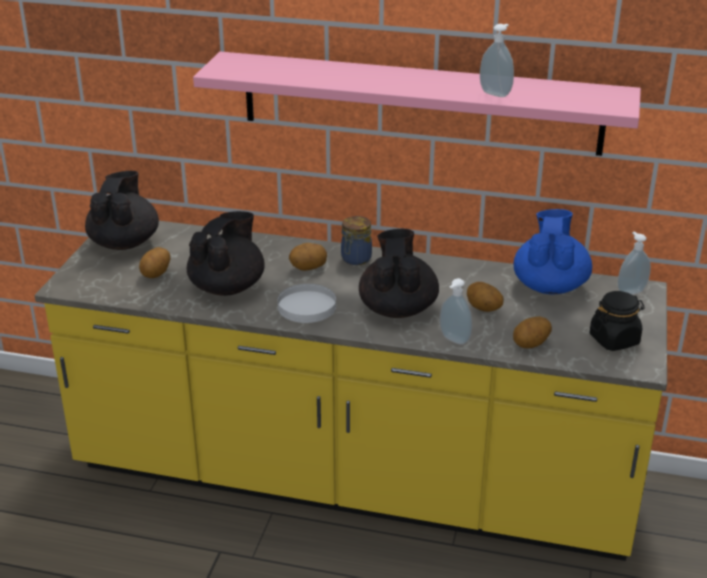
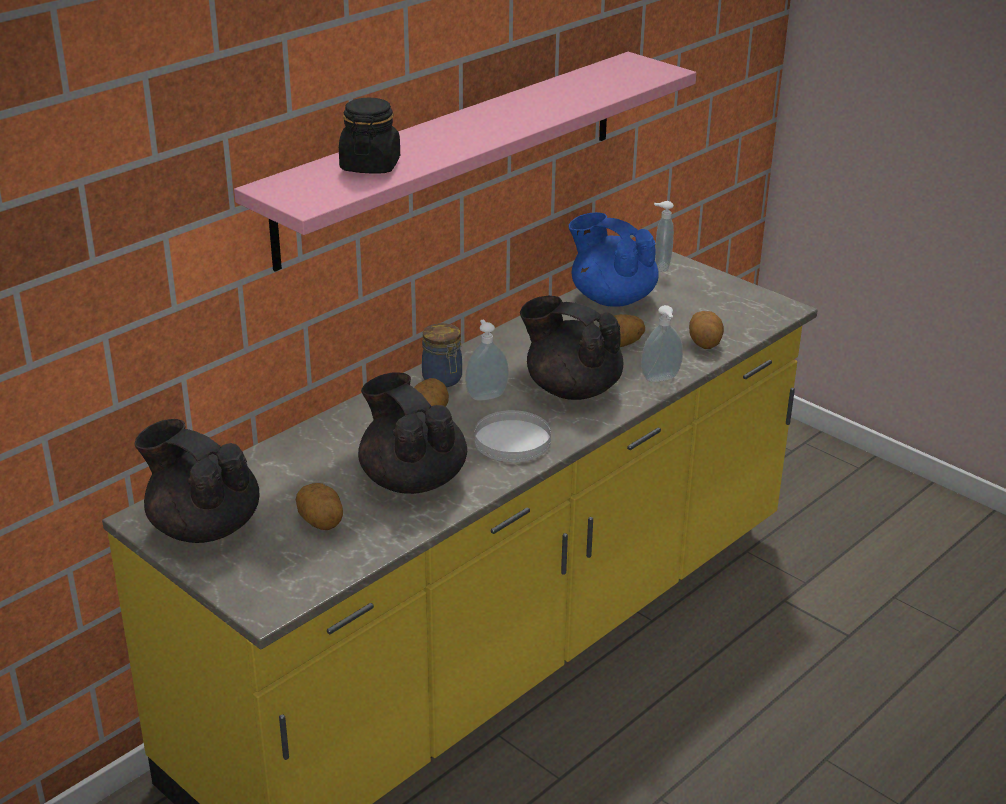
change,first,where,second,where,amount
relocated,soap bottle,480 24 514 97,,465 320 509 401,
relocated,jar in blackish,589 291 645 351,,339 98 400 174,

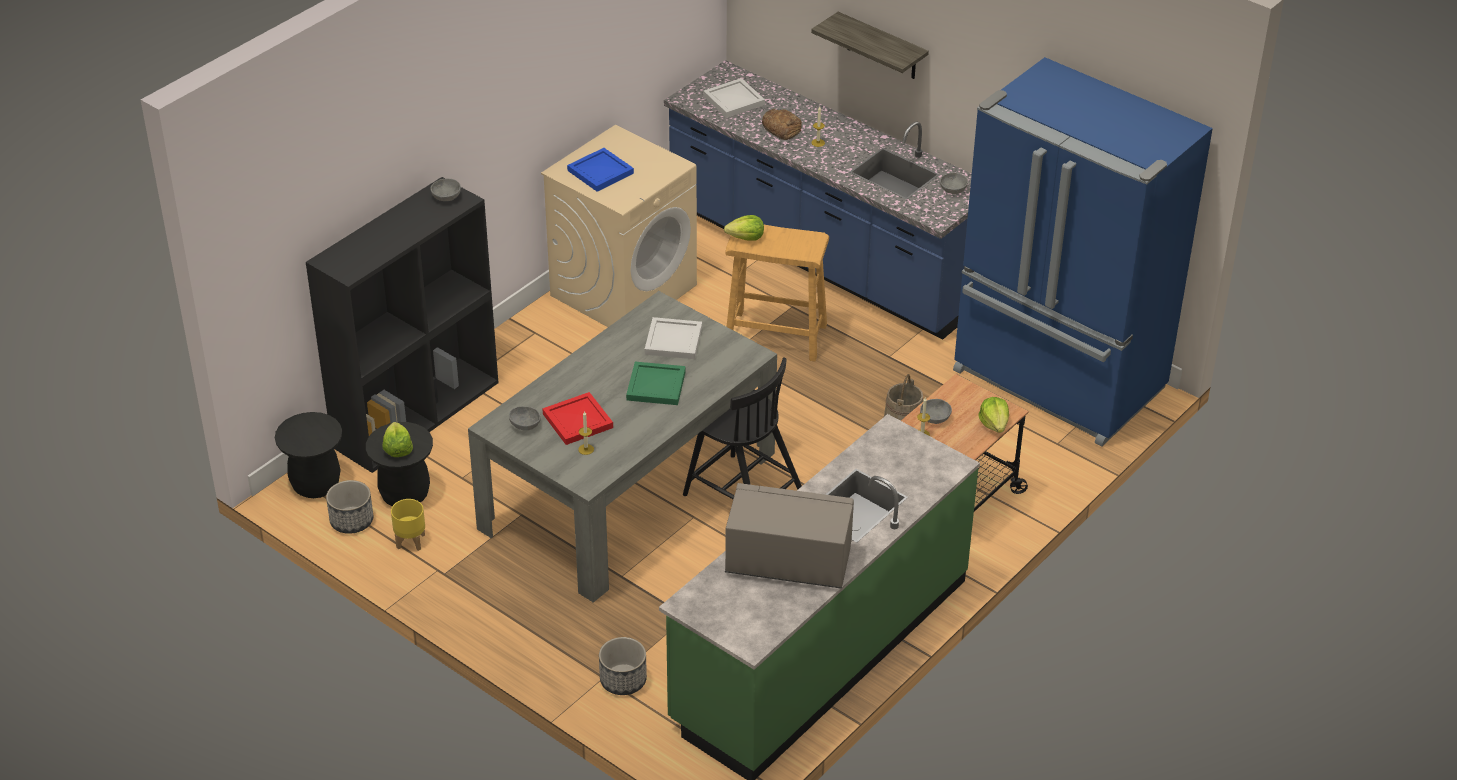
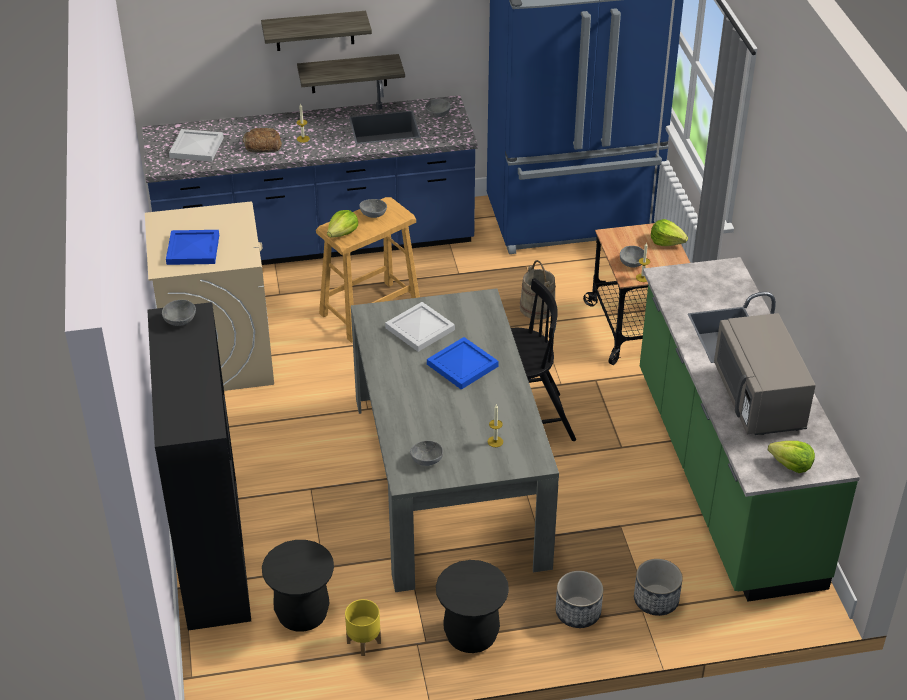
change,first,where,second,where,amount
colour,serving tray in green,626 362 686 405,serving tray in bluish,427 337 499 390,
missing,serving tray in red,542 392 613 445,,,
relocated,stool seat in blackish,275 412 342 498,,436 560 509 653,
relocated,lettuce,382 422 413 457,,768 441 815 473,
relocated,plant pot,326 480 373 534,,556 571 603 628,
spun,microwave oven in greyish,725 483 854 589,,714 313 816 435,60 degrees counterclockwise
appeared,,,wall shelf,297 54 405 93,
appeared,,,deep dish in greyish,359 199 387 218,

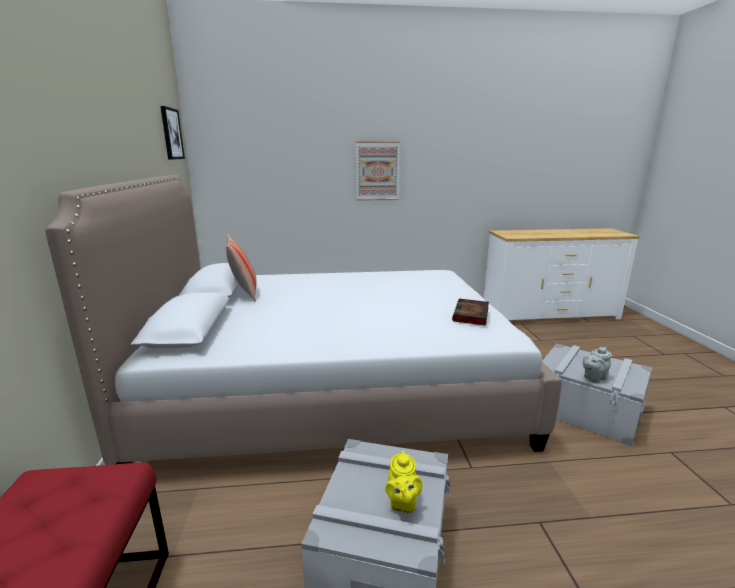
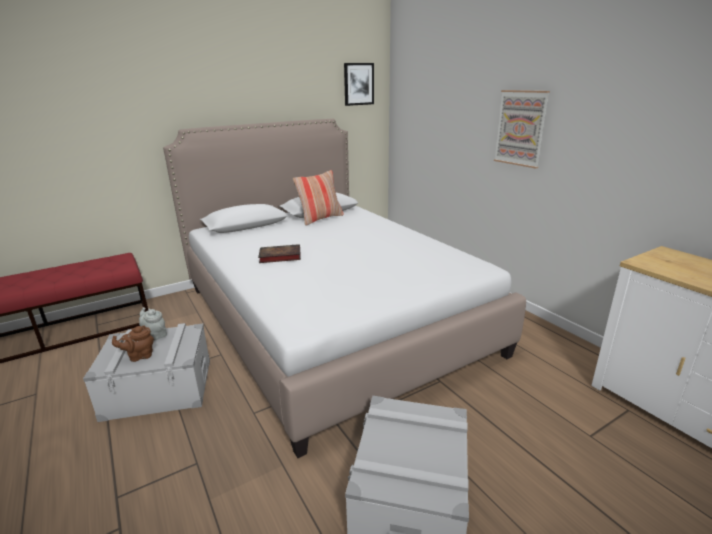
change,first,where,second,where,amount
relocated,volume,452 299 489 326,,258 244 301 263,
relocated,teapot in greyish,583 347 612 383,,139 307 167 341,
colour,teapot in yellow-coloured,385 451 422 513,teapot in brown-coloured,112 326 154 362,

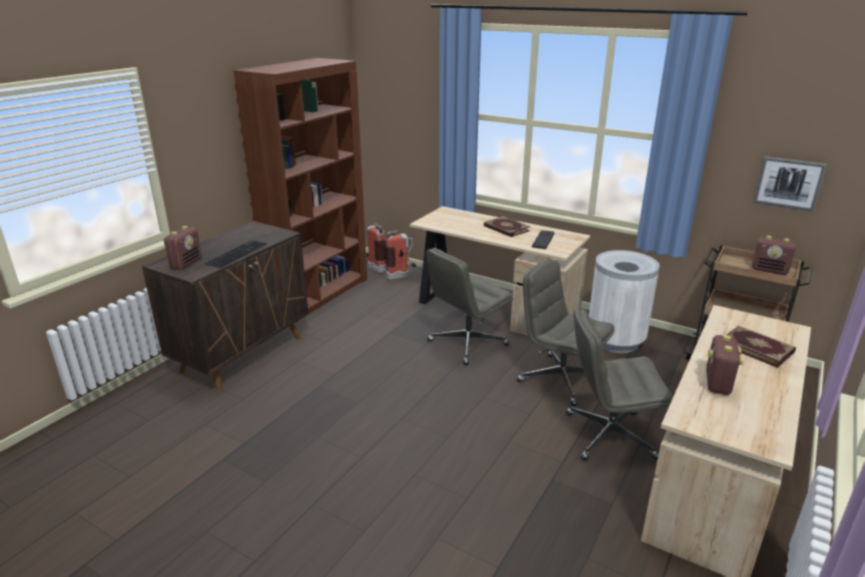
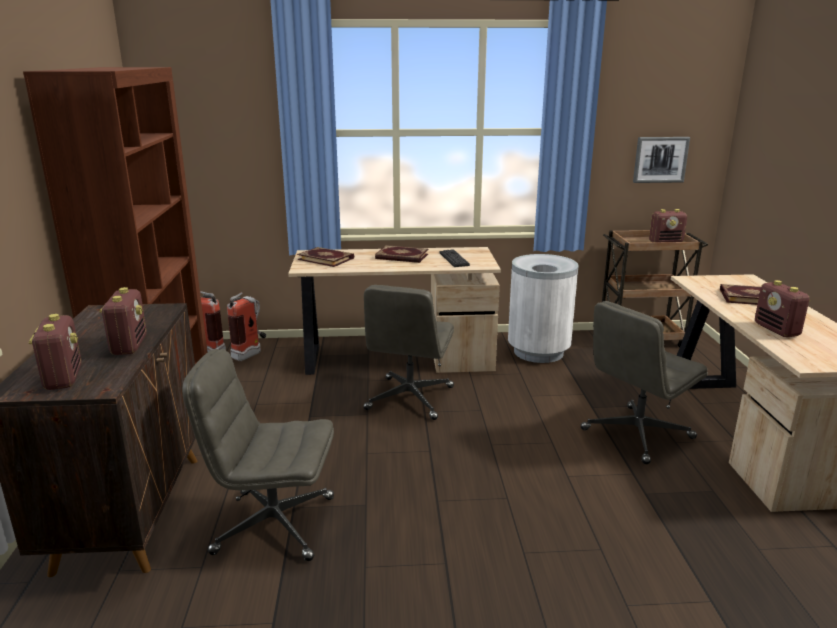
change,first,where,second,where,amount
exchanged,keyboard,205 240 267 268,radio set,99 287 147 355,
relocated,computer chair in greyish,517 259 615 406,,182 349 334 561,
appeared,,,volume,297 247 354 267,

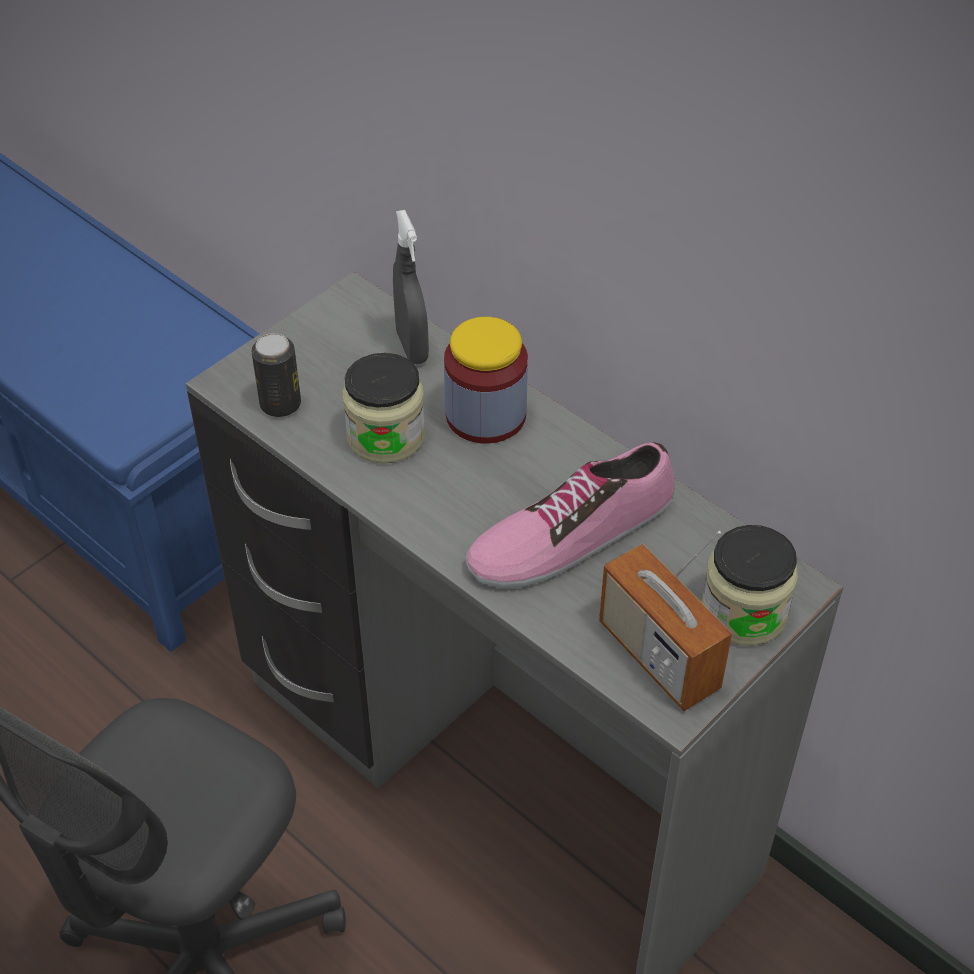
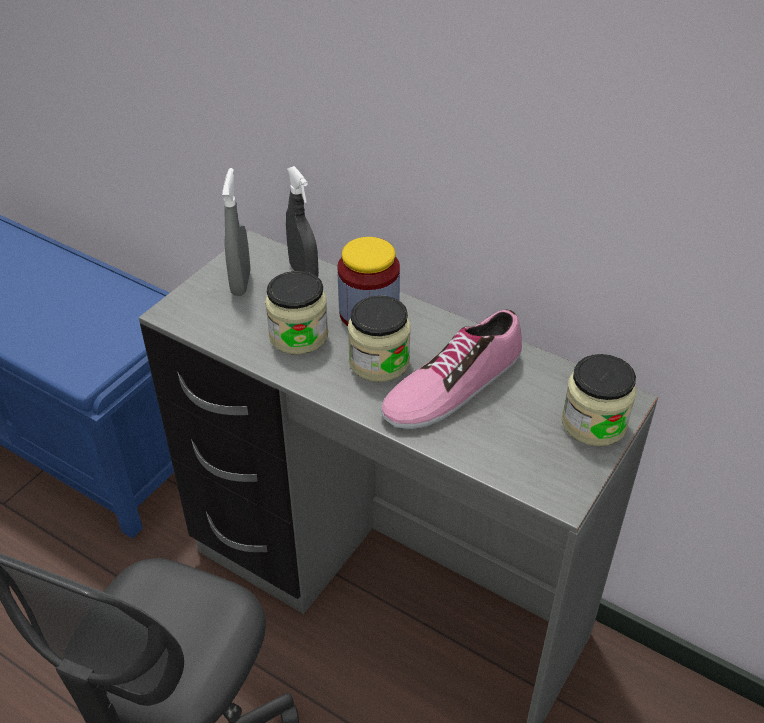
change,first,where,second,where,amount
missing,can,251 333 301 417,,,
missing,radio set,599 531 732 711,,,
appeared,,,spray bottle in greyish,222 168 251 296,
appeared,,,jar,348 295 411 382,

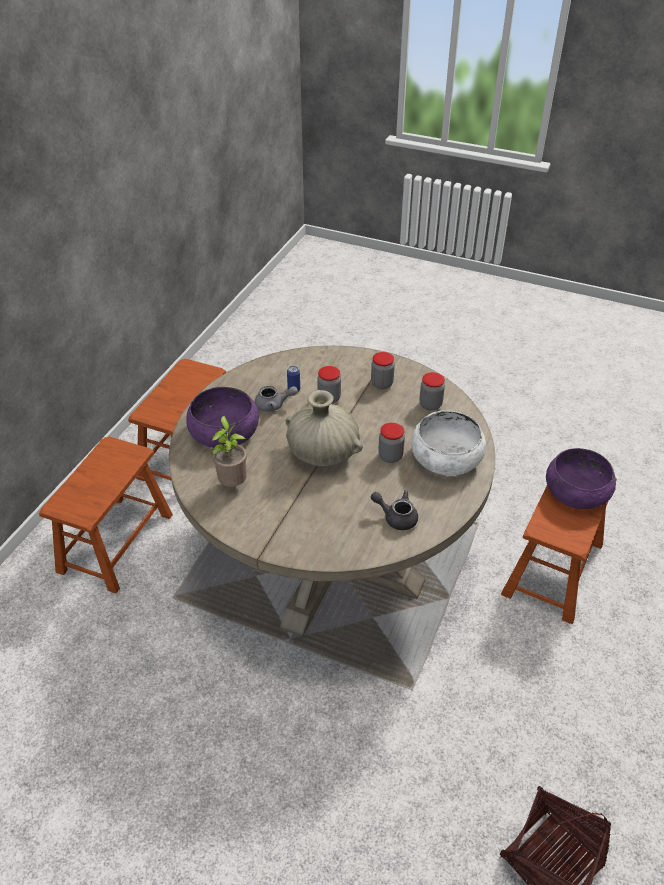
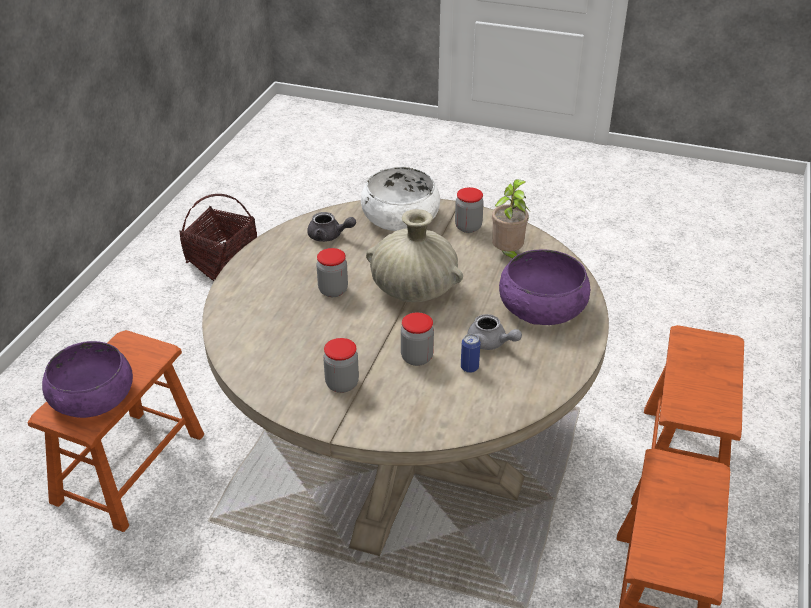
change,first,where,second,where,amount
relocated,jar,420 372 445 411,,455 187 484 233,
spun,teapot in greyish,255 386 298 412,,467 314 522 350,135 degrees counterclockwise
relocated,deep dish in whitish,411 410 486 476,,361 167 440 231,

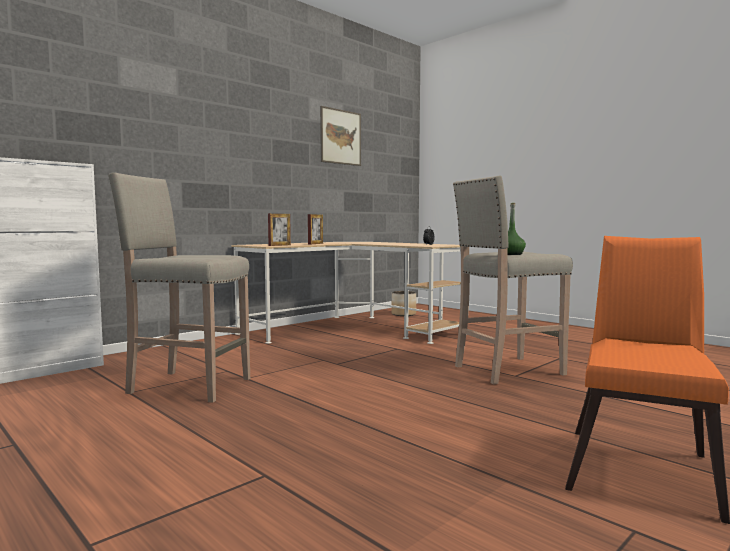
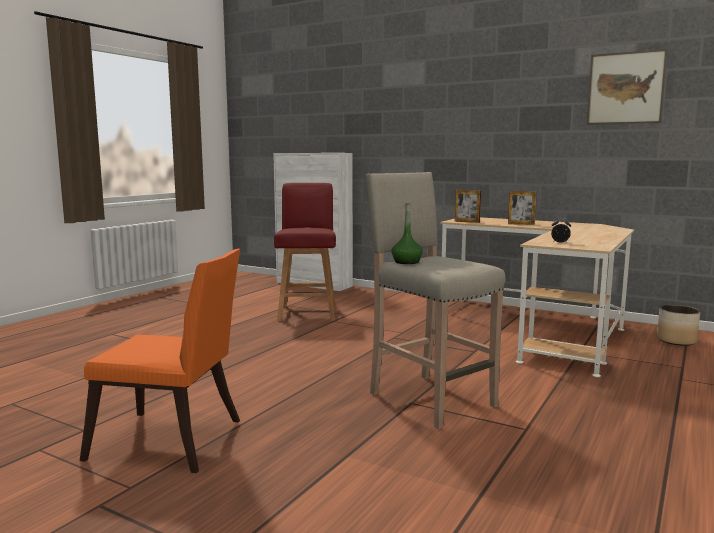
change,first,where,second,where,amount
exchanged,stool seat in sand-coloured,108 172 250 403,plain chair in red,274 183 336 321,

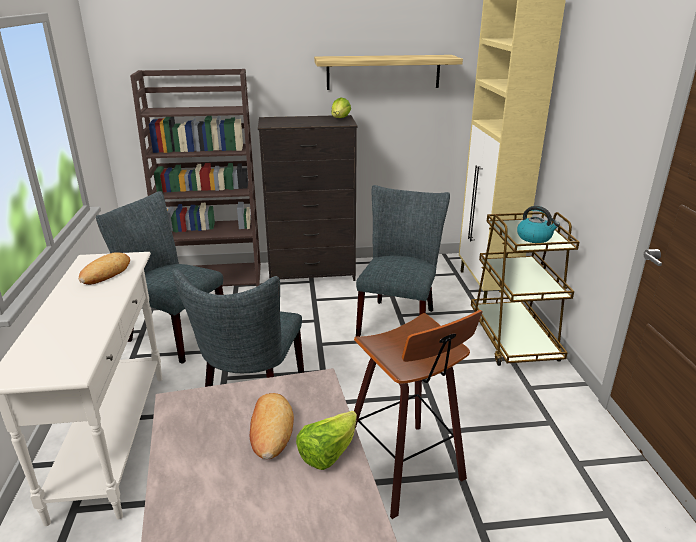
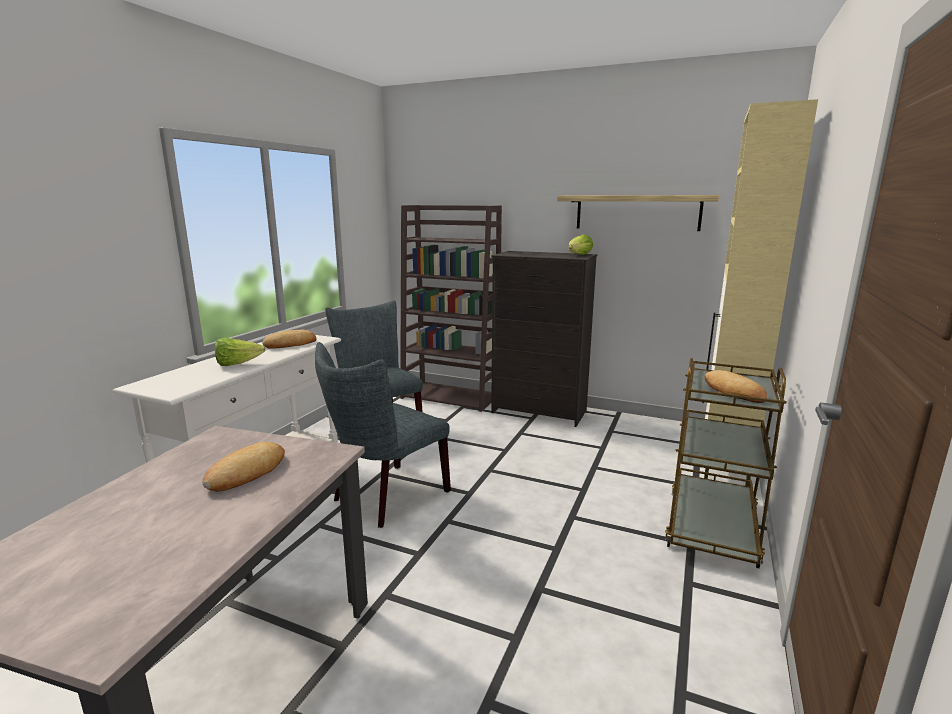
change,first,where,second,where,amount
missing,plain chair in greyish,356 185 450 337,,,
exchanged,tea kettle,517 206 560 243,baked bread,705 370 767 403,
missing,stool seat,354 310 483 519,,,
relocated,lettuce,296 411 357 470,,215 338 266 366,

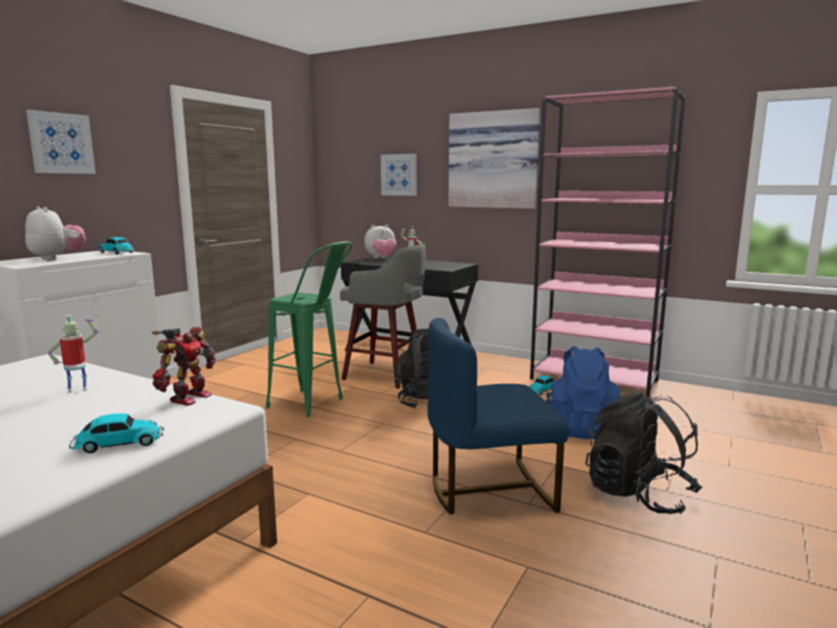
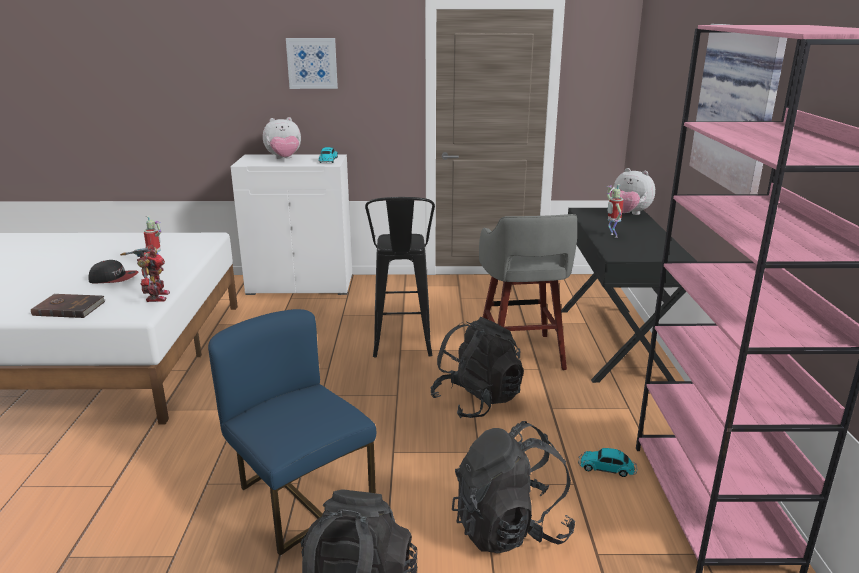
change,first,where,second,where,amount
missing,wall art,381 154 417 196,,,
spun,plush toy,25 206 86 260,,263 117 301 159,60 degrees clockwise
colour,stool seat in green,266 241 352 418,stool seat in blackish,365 197 435 358,
spun,model robot,152 327 216 406,,120 244 170 302,90 degrees counterclockwise
colour,rucksack in bluish,546 346 620 439,rucksack in blackish,452 421 575 553,
exchanged,model car,69 413 164 453,volume in brown-coloured,31 294 105 318,
appeared,,,cap,88 260 139 283,

